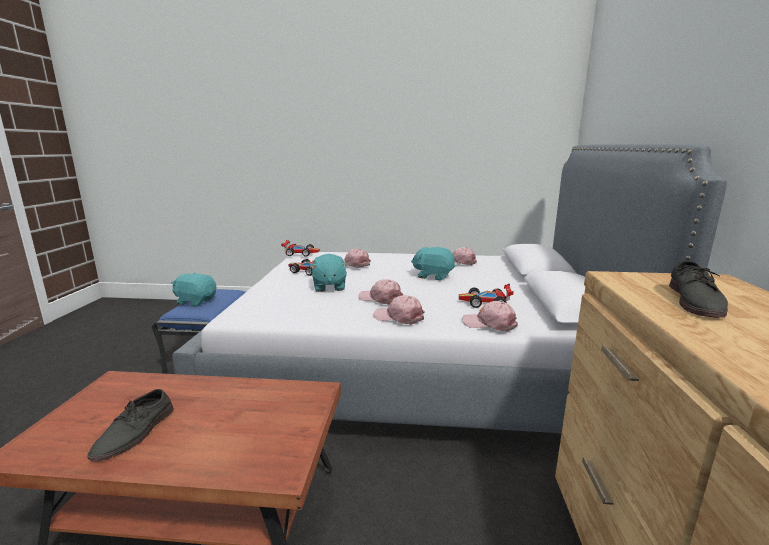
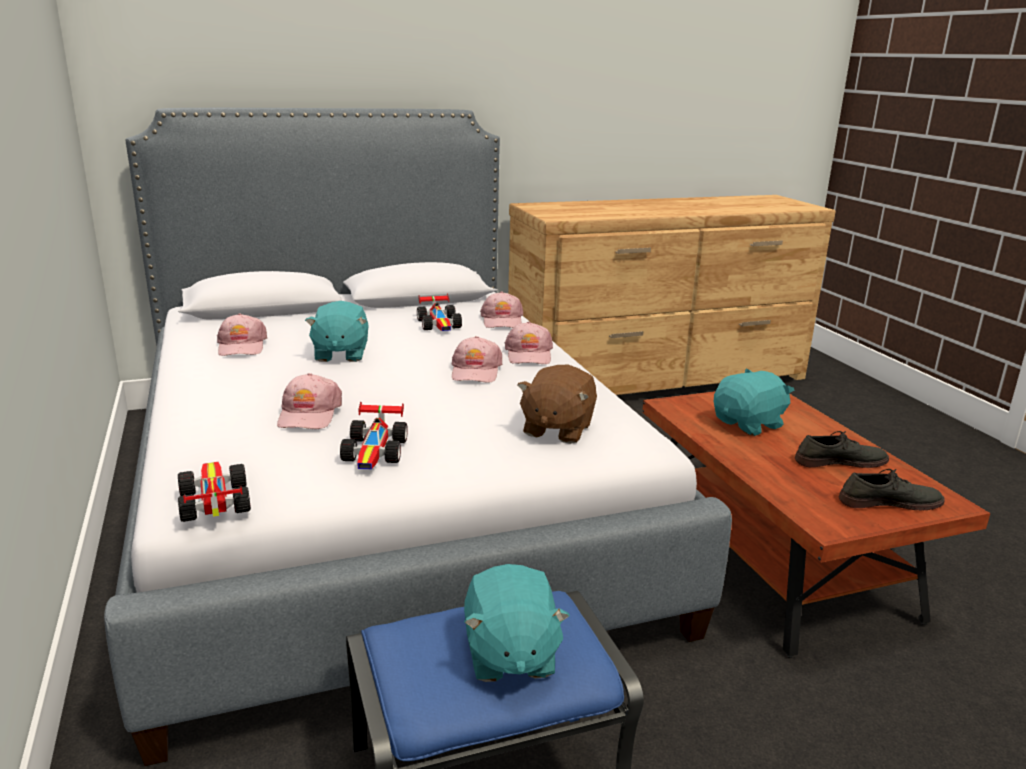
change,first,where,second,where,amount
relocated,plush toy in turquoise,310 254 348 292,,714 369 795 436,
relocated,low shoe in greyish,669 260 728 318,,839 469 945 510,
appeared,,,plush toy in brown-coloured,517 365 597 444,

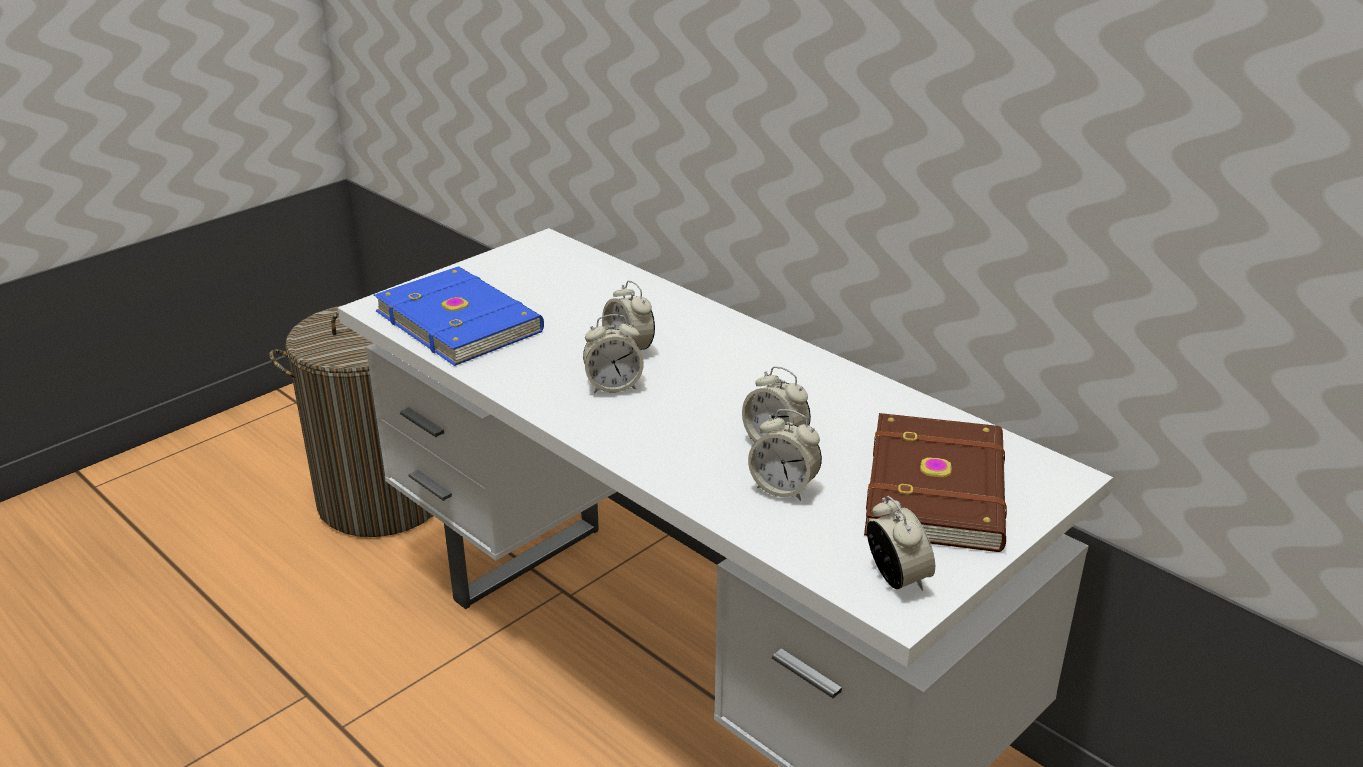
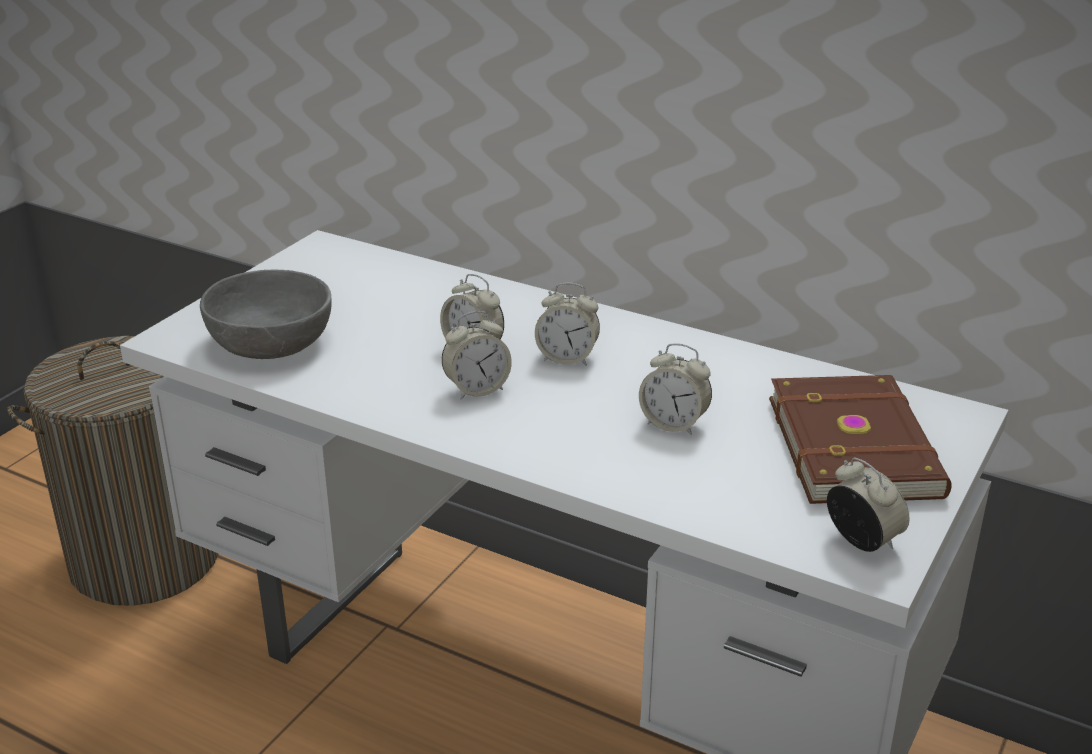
change,first,where,second,where,amount
exchanged,volume in bluish,374 267 544 366,deep dish in greyish,200 269 332 359,
relocated,table clock,748 409 822 501,,535 282 600 366,

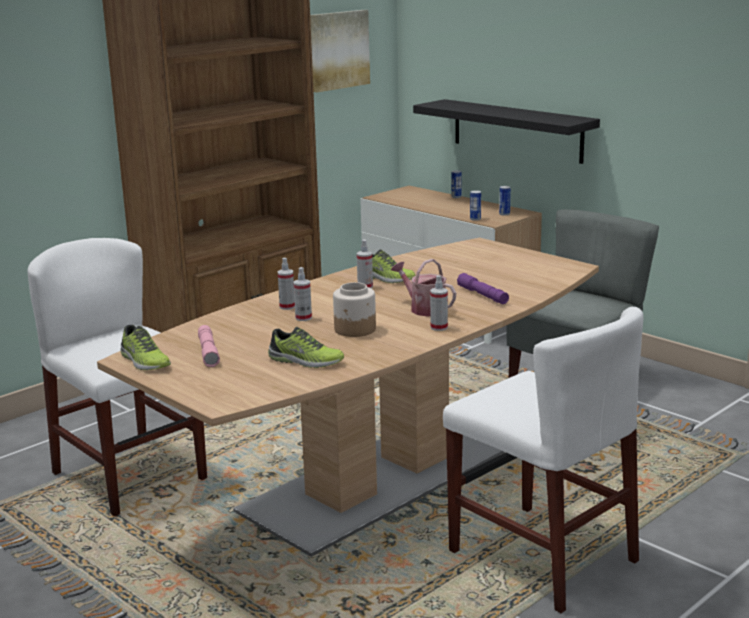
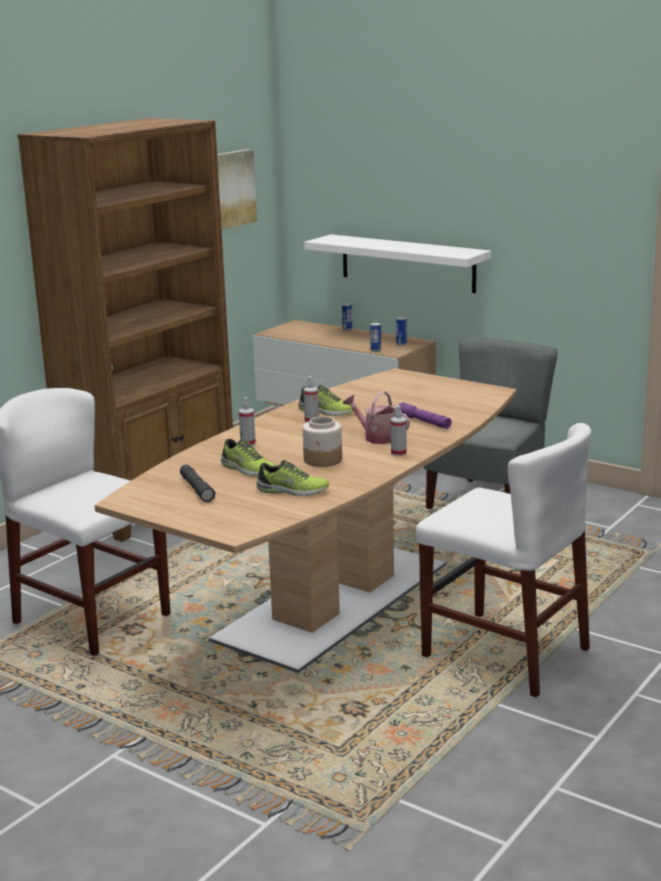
change,first,where,second,where,amount
colour,wall shelf in blackish,413 99 600 164,wall shelf in whitish,304 234 491 293,
missing,spray bottle,294 267 312 321,,,
relocated,low shoe,120 325 171 370,,221 439 276 477,
colour,hand torch in pinkish,198 325 220 367,hand torch in greyish,180 465 216 502,

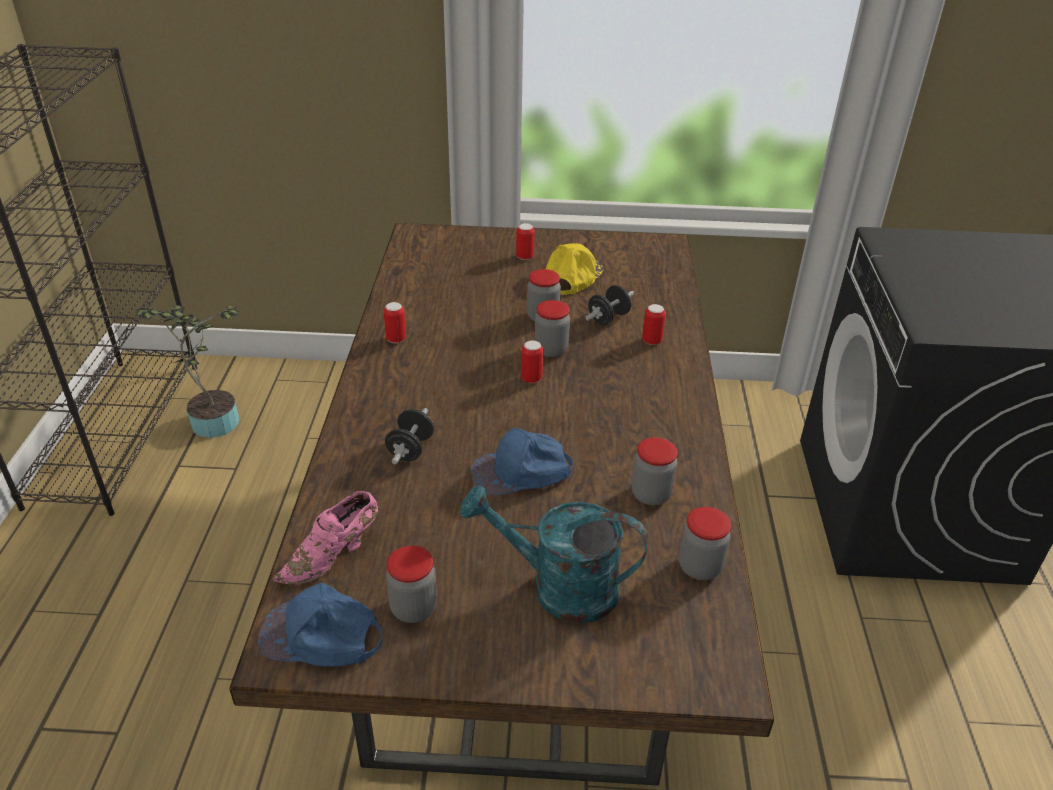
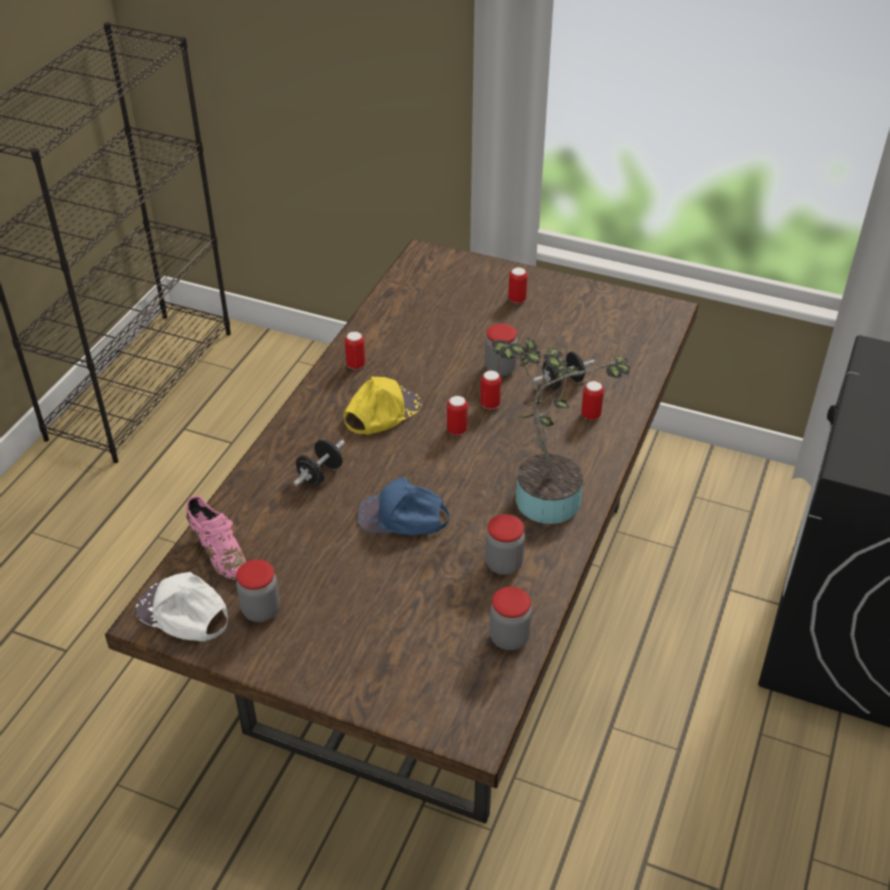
change,first,where,second,where,amount
relocated,cap in yellow-coloured,545 243 603 295,,344 376 422 435,
exchanged,jar,534 300 570 357,can,481 371 501 409,
relocated,houseplant,135 305 239 438,,492 337 630 524,
missing,watering pot in turquoise,460 485 648 623,,,
spun,low shoe in pinkish,272 491 378 585,,186 496 246 580,105 degrees counterclockwise
colour,cap in bluish,258 583 383 667,cap in whitish,135 572 228 641,

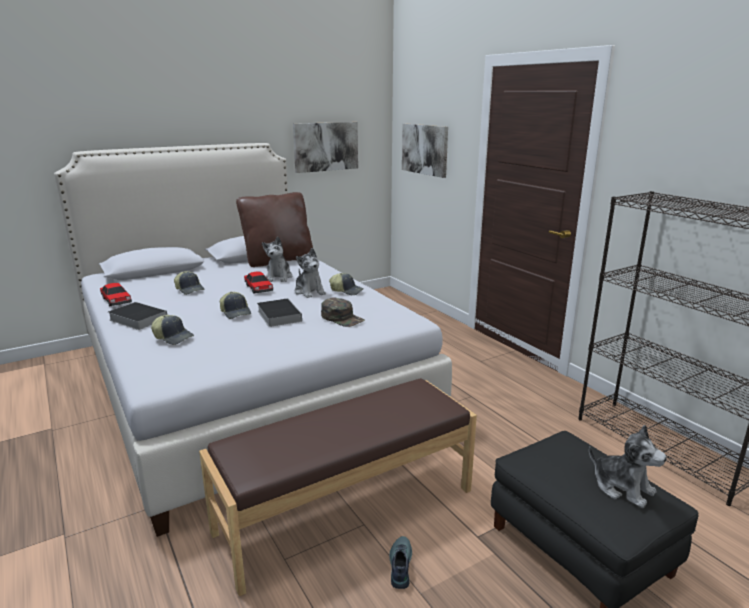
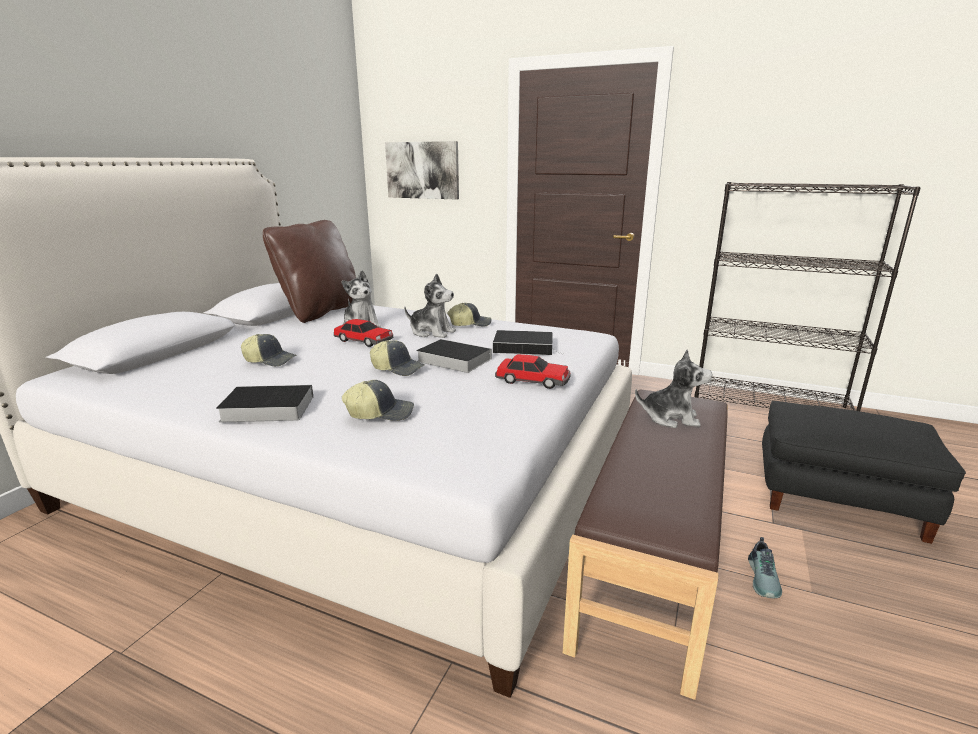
change,first,where,second,where,amount
missing,wall art,293 122 358 173,,,
relocated,model car,100 283 132 306,,495 354 570 389,
exchanged,cap in green,321 297 365 327,volume,493 330 563 355,
relocated,plush toy,589 425 667 508,,635 349 713 428,
spun,low shoe,389 536 412 589,,748 537 782 599,135 degrees counterclockwise

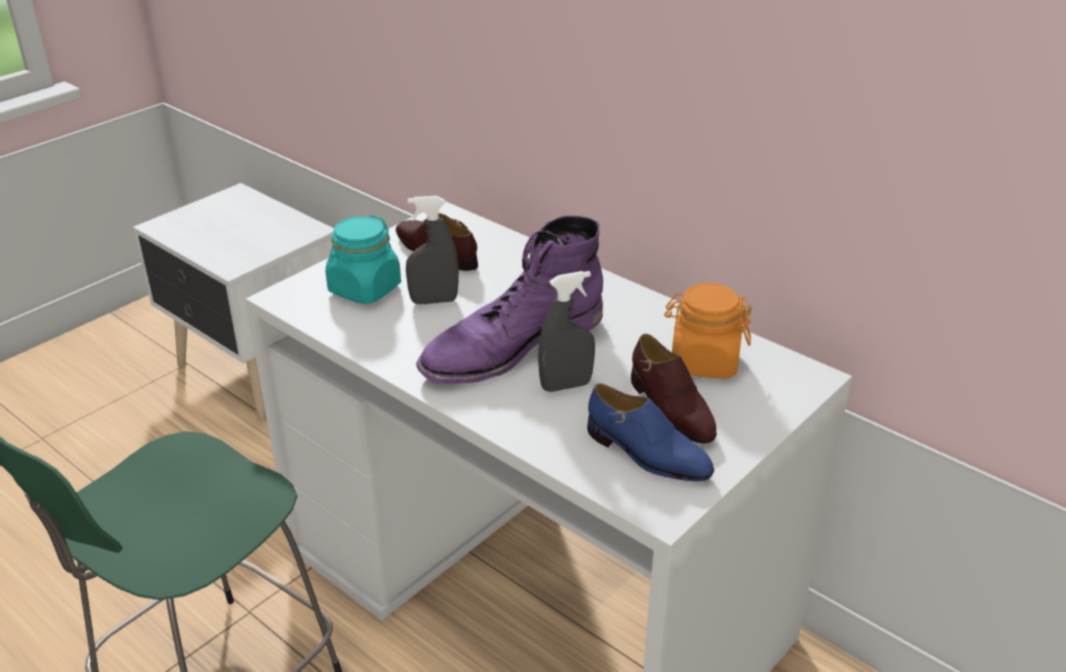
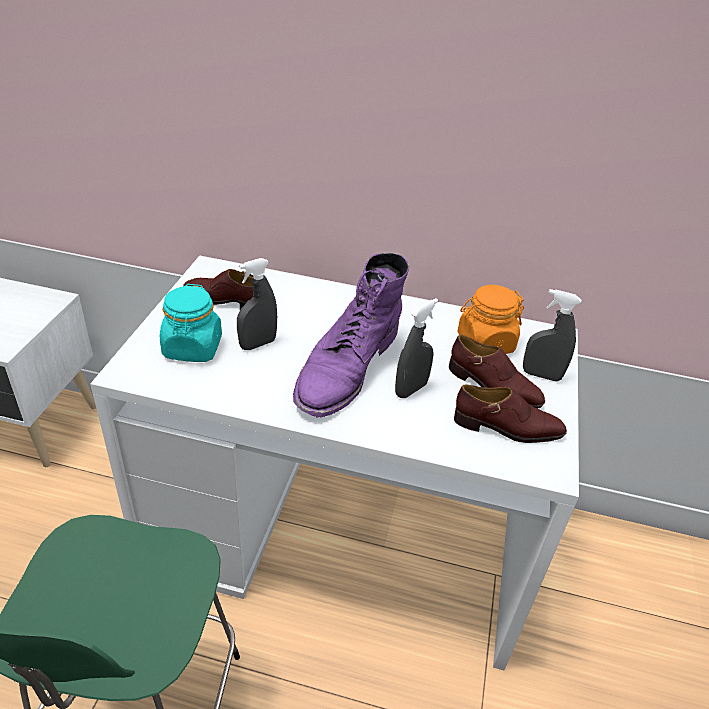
change,first,where,second,where,amount
colour,low shoe in bluish,587 383 714 482,low shoe in brown-coloured,454 384 567 443,
appeared,,,spray bottle in greyish,523 289 581 382,

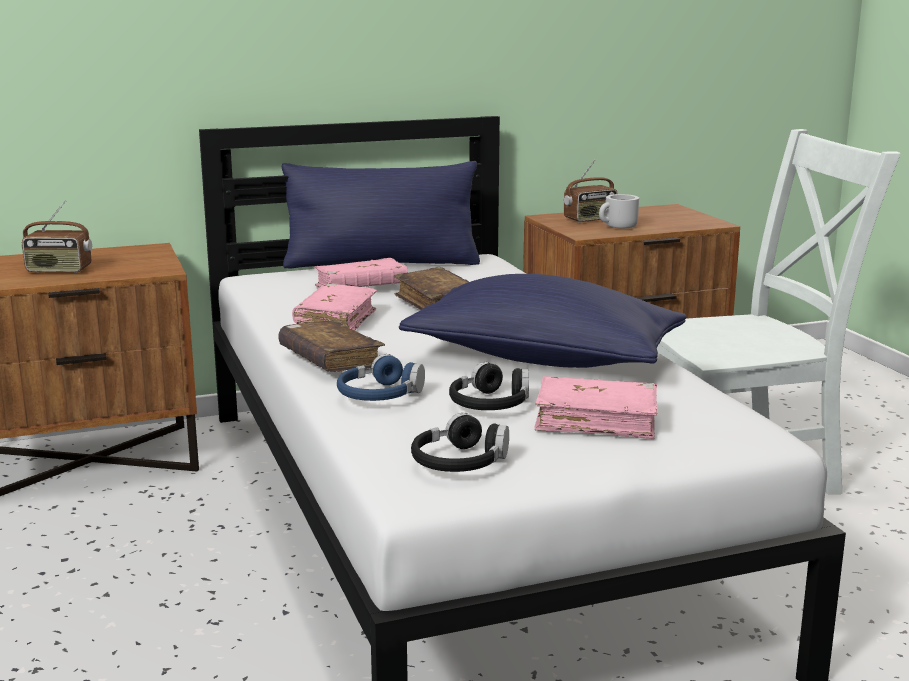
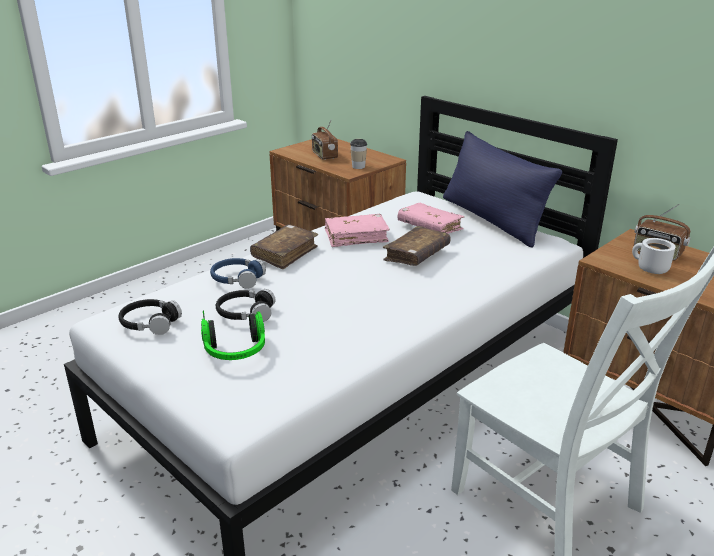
change,first,where,second,where,amount
missing,cushion in bluish,399 274 687 368,,,
exchanged,volume in pinkish,534 376 657 439,headset,201 311 265 360,
appeared,,,drinking cup,350 139 367 169,

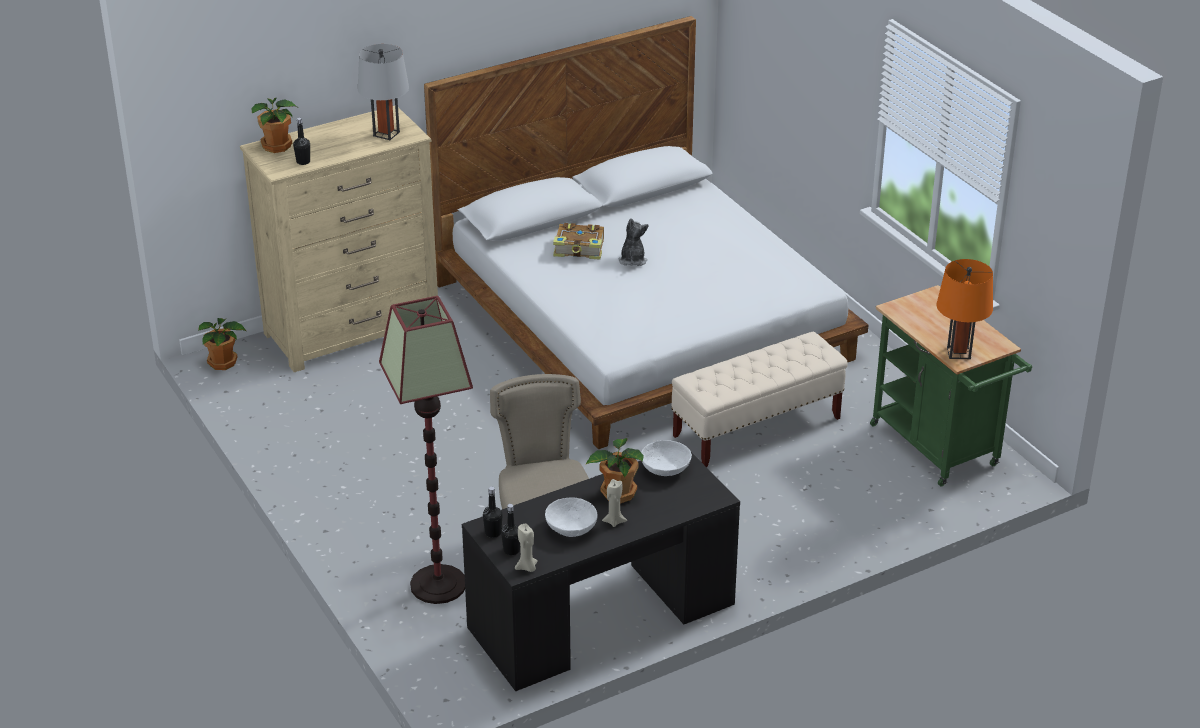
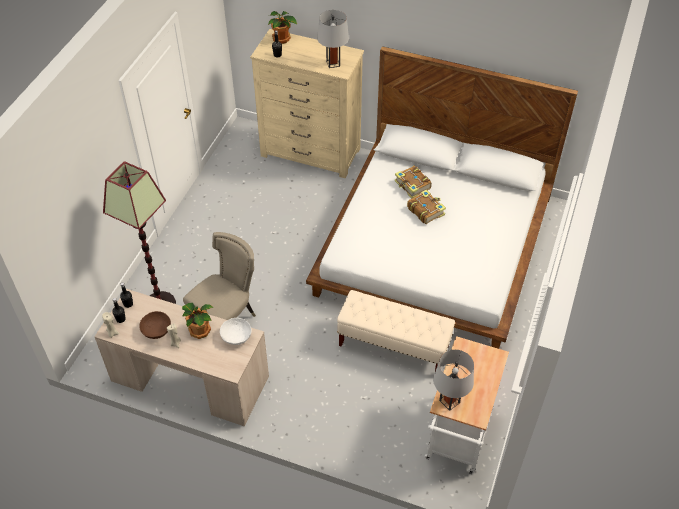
change,first,where,second,where,amount
exchanged,plush toy,619 218 648 266,volume,407 190 446 224,
colour,lamp for a table in orange-coloured,937 259 993 359,lamp for a table in greyish,433 350 474 411,
colour,cart in green,870 285 1032 487,cart in whitish,425 336 509 474,
missing,houseplant,198 318 246 370,,,
colour,desk in blackish,462 452 740 691,desk in sand-coloured,94 289 269 426,
colour,deep dish in whitish,545 497 598 537,deep dish in brown-coloured,139 311 171 339,

